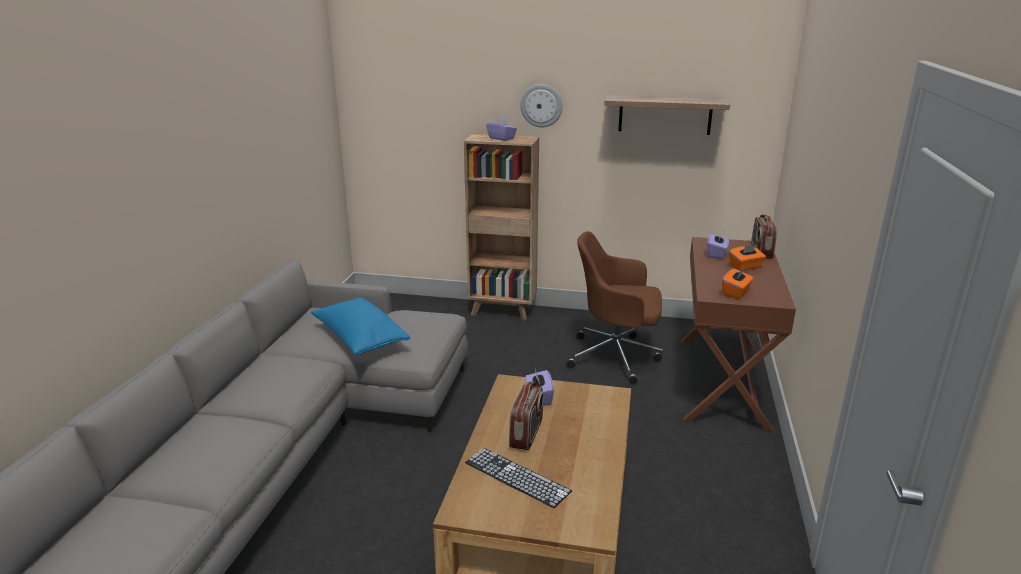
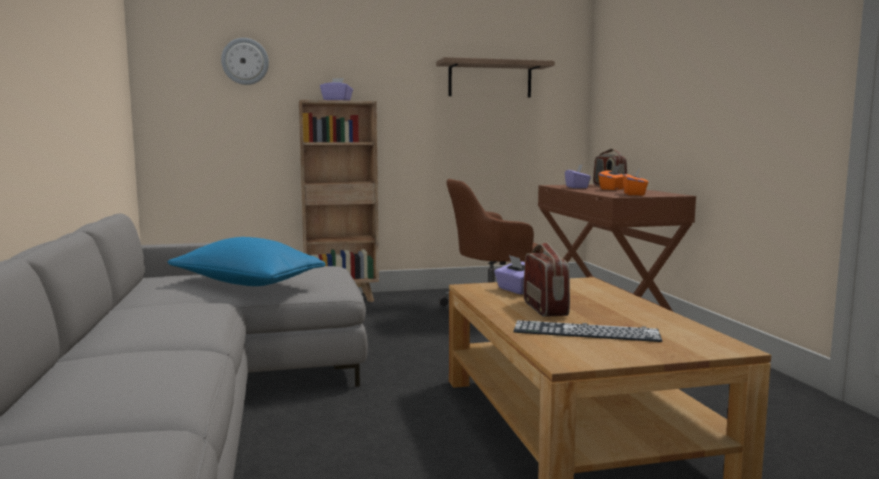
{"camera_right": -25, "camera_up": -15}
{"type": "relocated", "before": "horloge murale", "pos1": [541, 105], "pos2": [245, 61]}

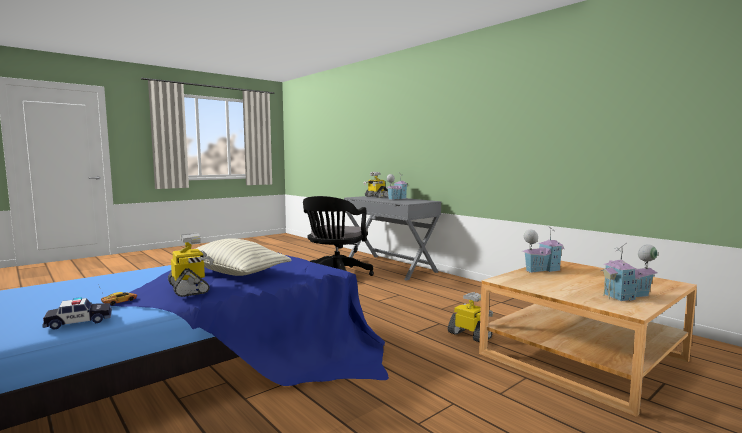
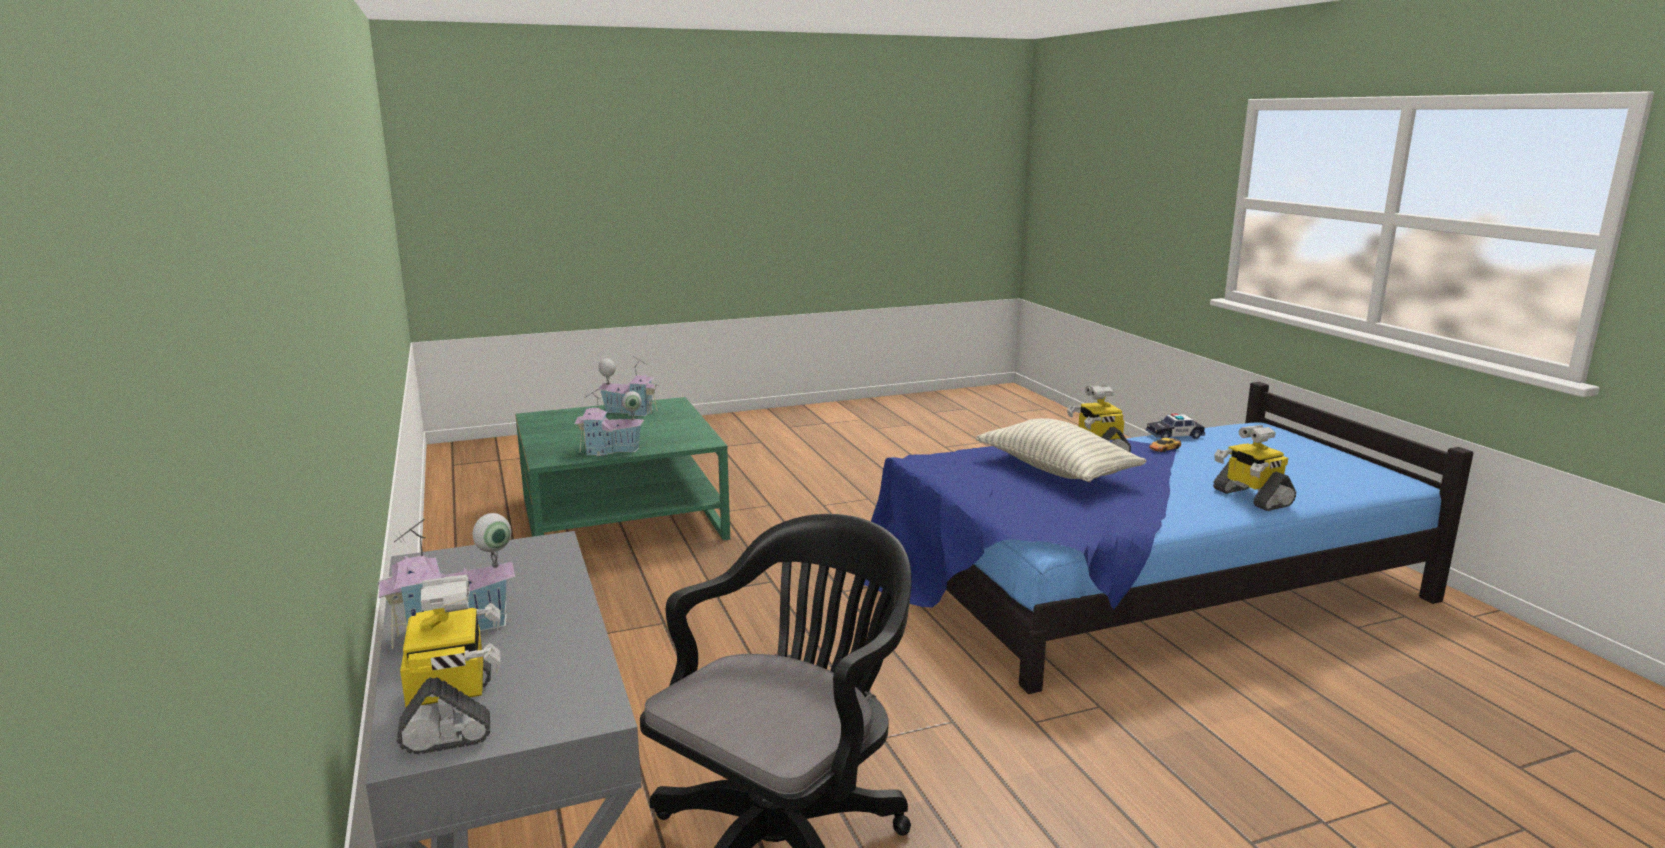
{"camera_right": -160, "camera_up": 10}
{"type": "relocated", "before": "robot jouet", "pos1": [470, 335], "pos2": [1250, 497]}
{"type": "colour", "before": "table basse (beige)", "after": "table basse (vert)", "pos1": [582, 357], "pos2": [622, 518]}

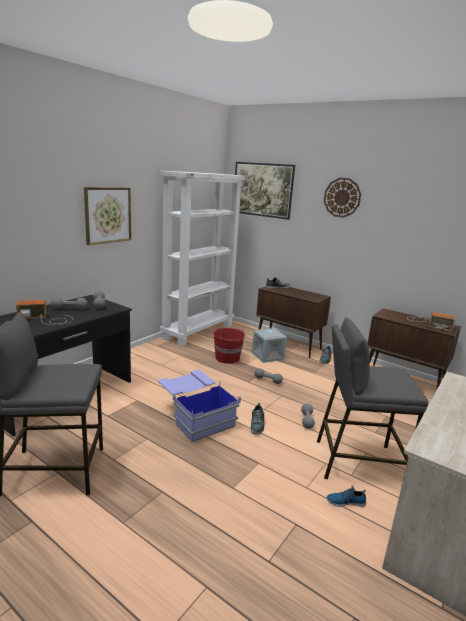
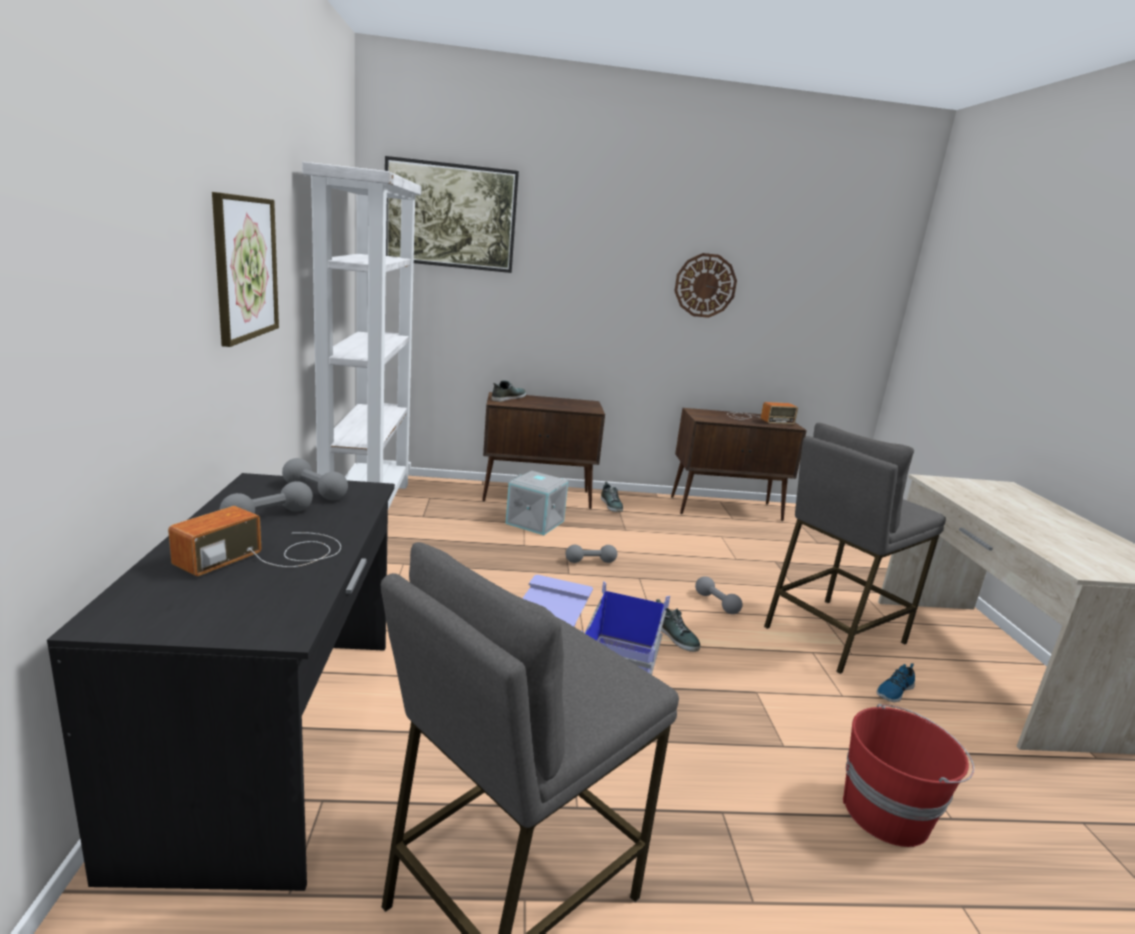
{"camera_right": -40, "camera_up": 0}
{"type": "relocated", "before": "seau (rouge)", "pos1": [228, 358], "pos2": [887, 812]}
{"type": "relocated", "before": "horloge murale", "pos1": [342, 197], "pos2": [705, 285]}

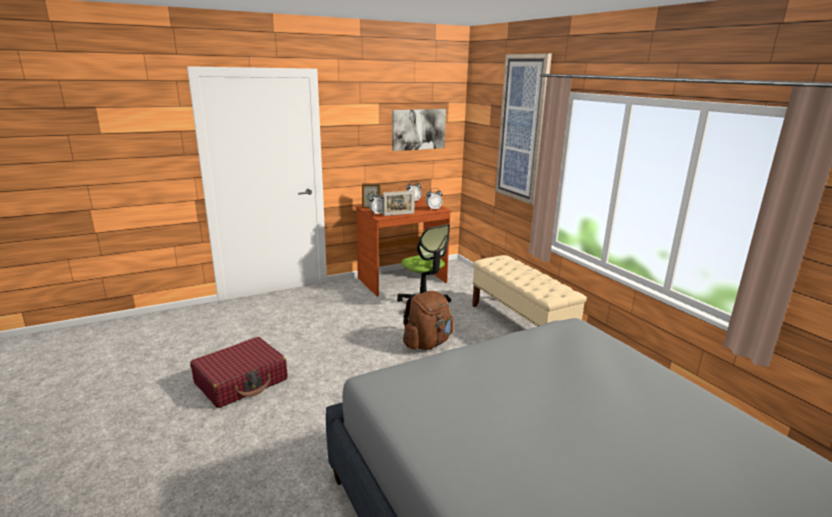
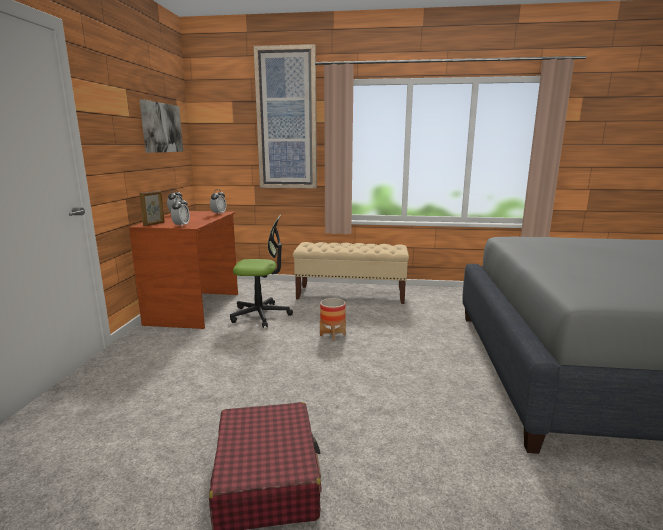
{"camera_right": -55, "camera_up": -5}
{"type": "missing", "before": "cadre photo", "pos1": [399, 214]}
{"type": "exchanged", "before": "sac à dos (marron)", "after": "cache-pot", "pos1": [427, 343], "pos2": [332, 335]}

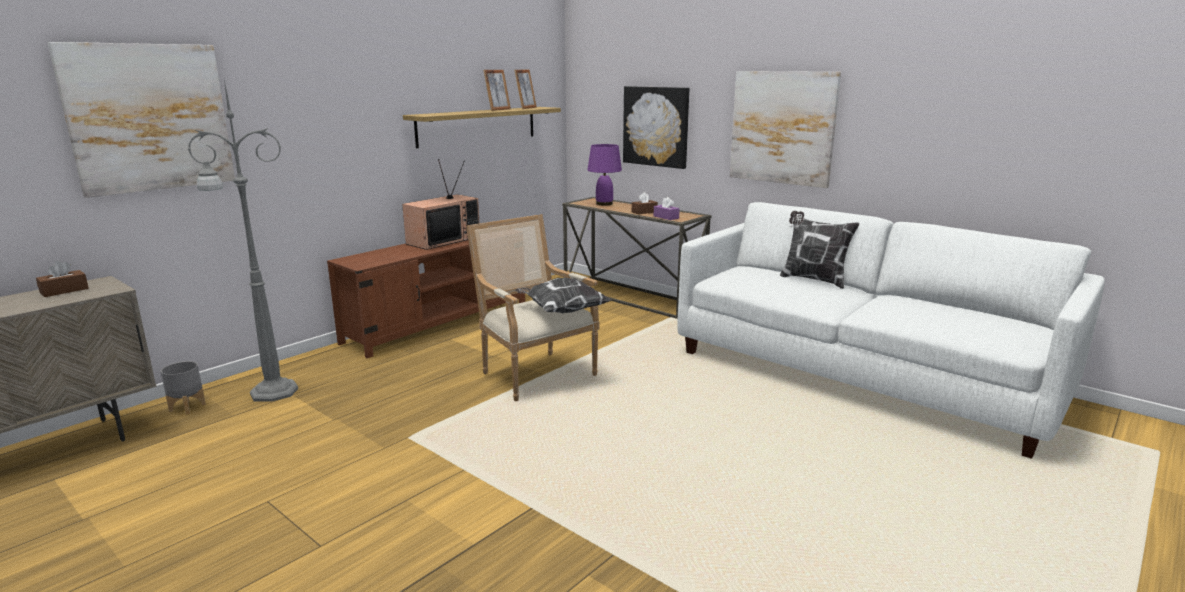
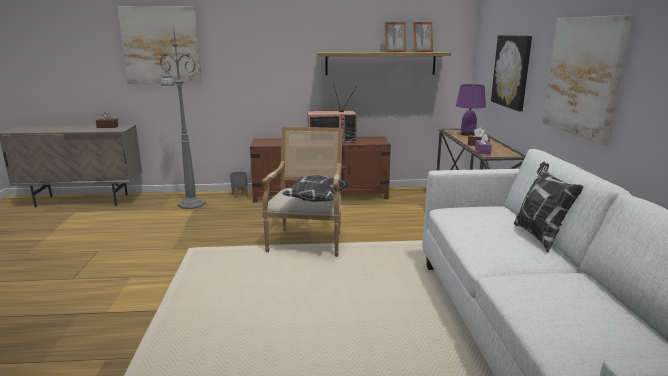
{"camera_right": 45, "camera_up": 0}
{"type": "relocated", "before": "cache-pot (gris)", "pos1": [187, 407], "pos2": [239, 195]}

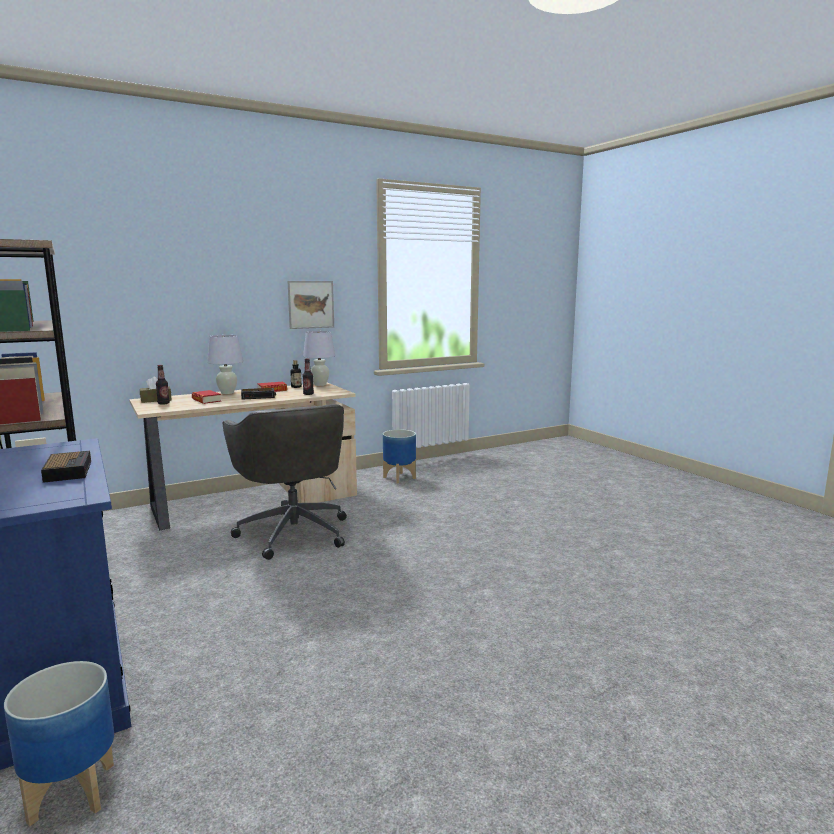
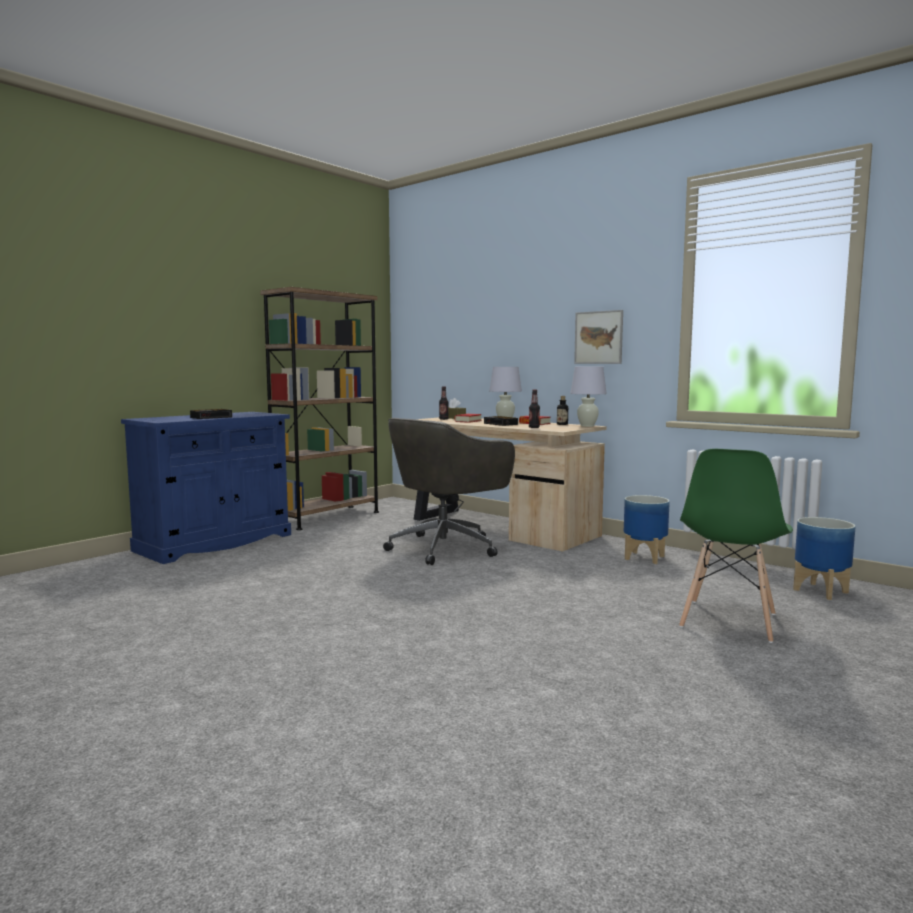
{"camera_right": 70, "camera_up": -5}
{"type": "appeared", "after": "chaise (vert)", "pos2": [728, 621]}
{"type": "relocated", "before": "cache-pot", "pos1": [70, 793], "pos2": [819, 591]}

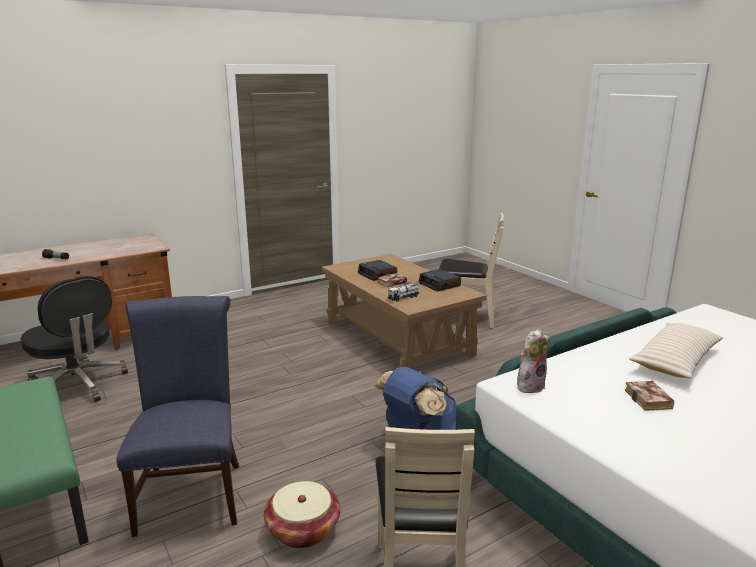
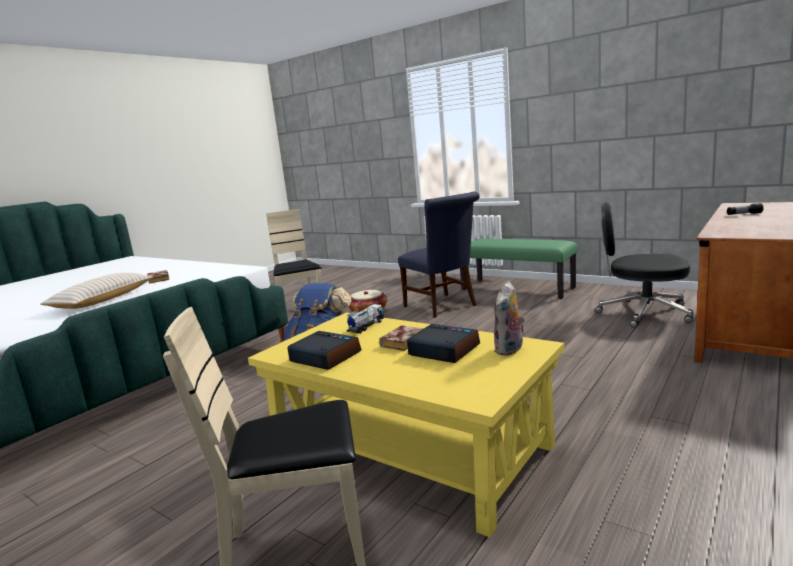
{"camera_right": 160, "camera_up": -5}
{"type": "relocated", "before": "peluche", "pos1": [530, 385], "pos2": [510, 350]}
{"type": "colour", "before": "table basse (marron)", "after": "table basse (jaune)", "pos1": [398, 338], "pos2": [408, 449]}

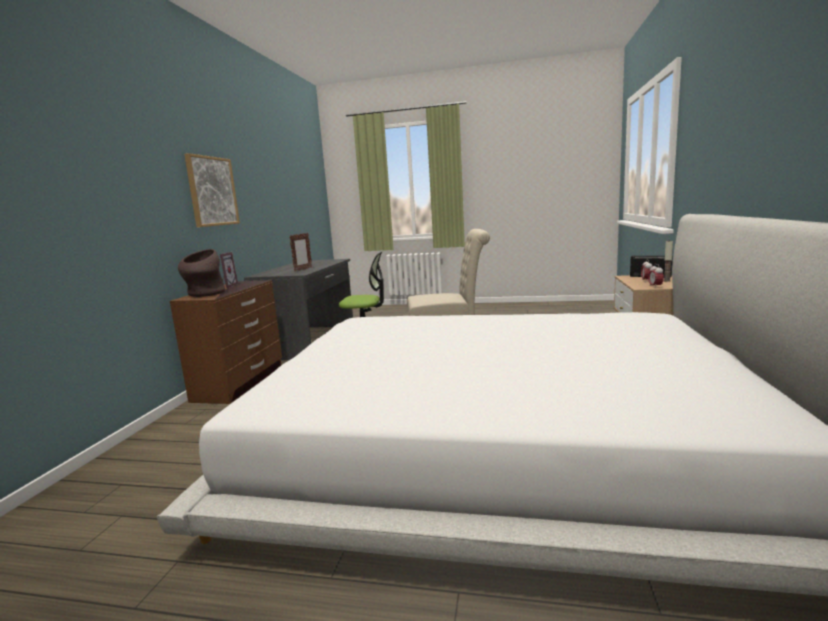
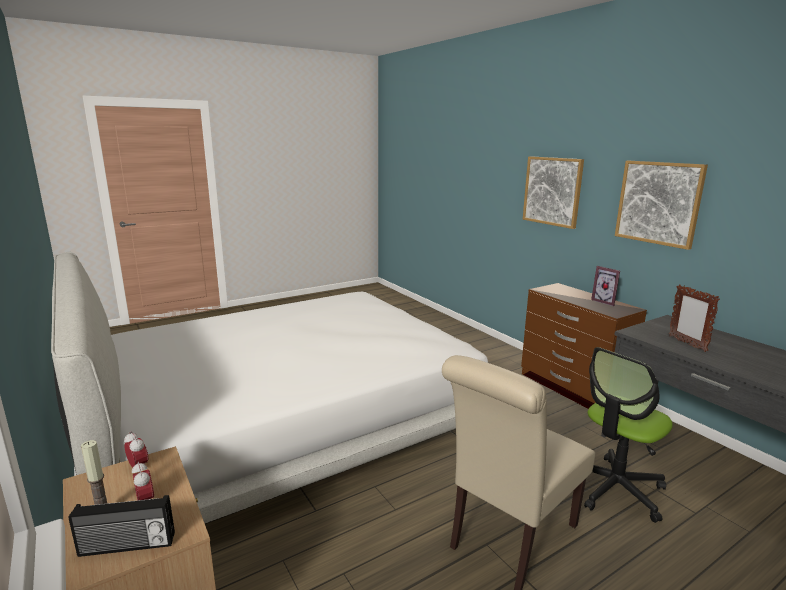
{"camera_right": 135, "camera_up": 5}
{"type": "missing", "before": "vase (marron)", "pos1": [204, 294]}
{"type": "appeared", "after": "tableau", "pos2": [552, 191]}

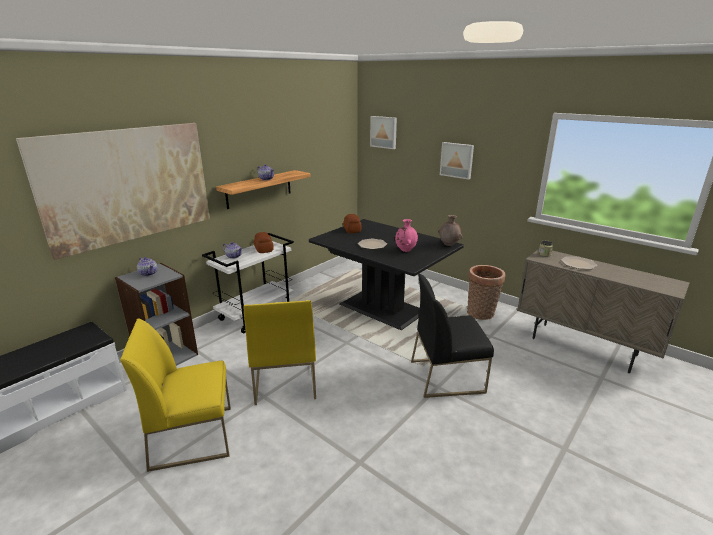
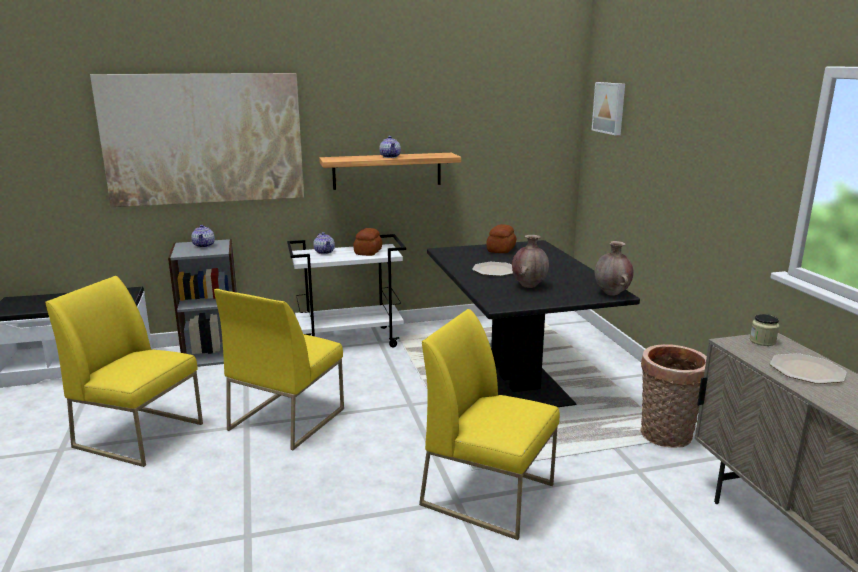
{"camera_right": 35, "camera_up": -5}
{"type": "missing", "before": "tableau", "pos1": [457, 160]}
{"type": "colour", "before": "vase (rose)", "after": "vase (marron)", "pos1": [405, 250], "pos2": [529, 286]}
{"type": "colour", "before": "chaise (noir)", "after": "chaise (jaune)", "pos1": [447, 376], "pos2": [489, 494]}

